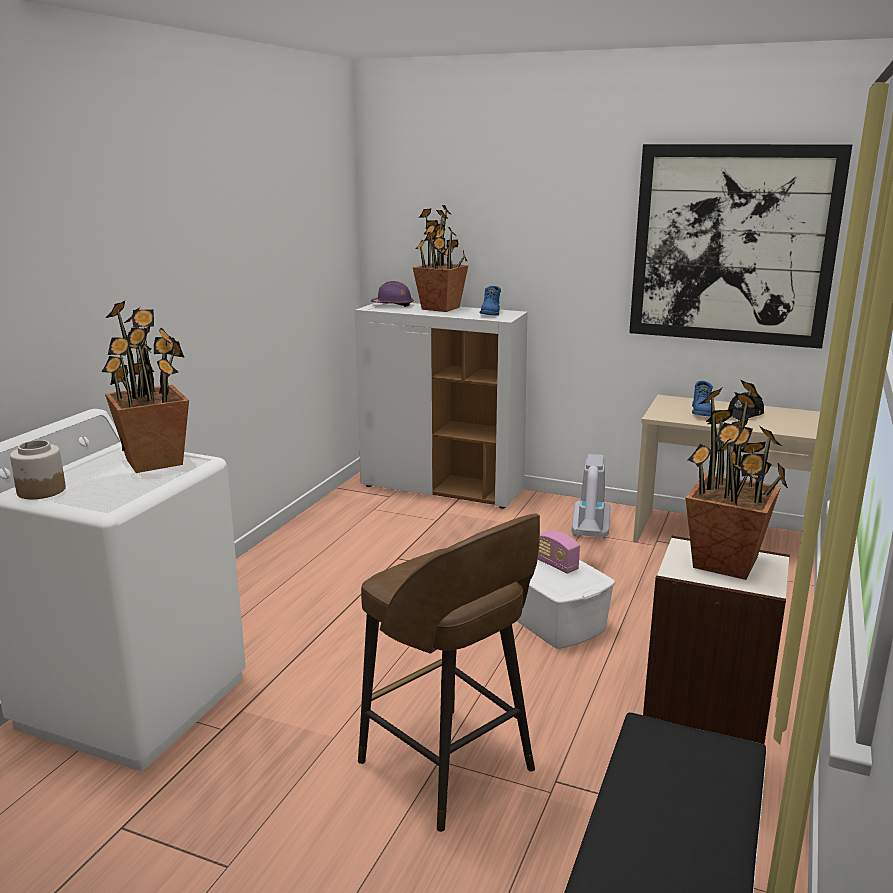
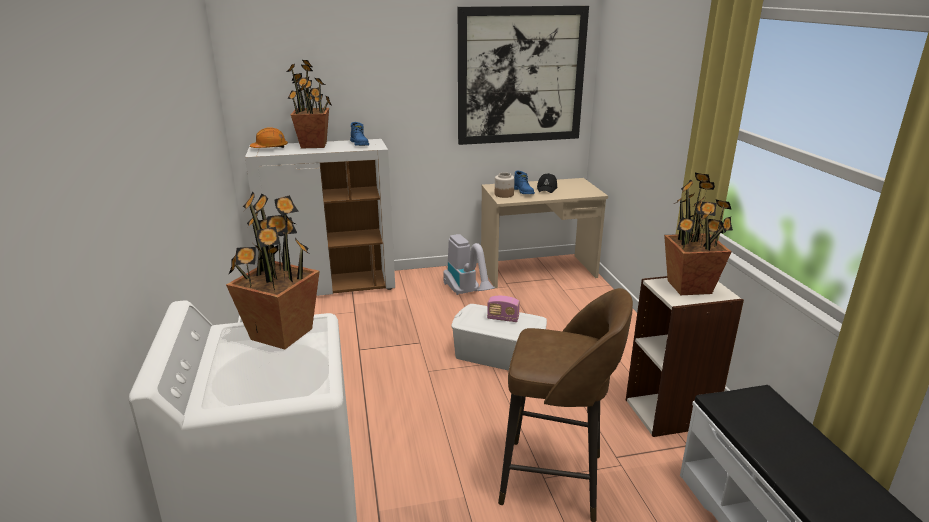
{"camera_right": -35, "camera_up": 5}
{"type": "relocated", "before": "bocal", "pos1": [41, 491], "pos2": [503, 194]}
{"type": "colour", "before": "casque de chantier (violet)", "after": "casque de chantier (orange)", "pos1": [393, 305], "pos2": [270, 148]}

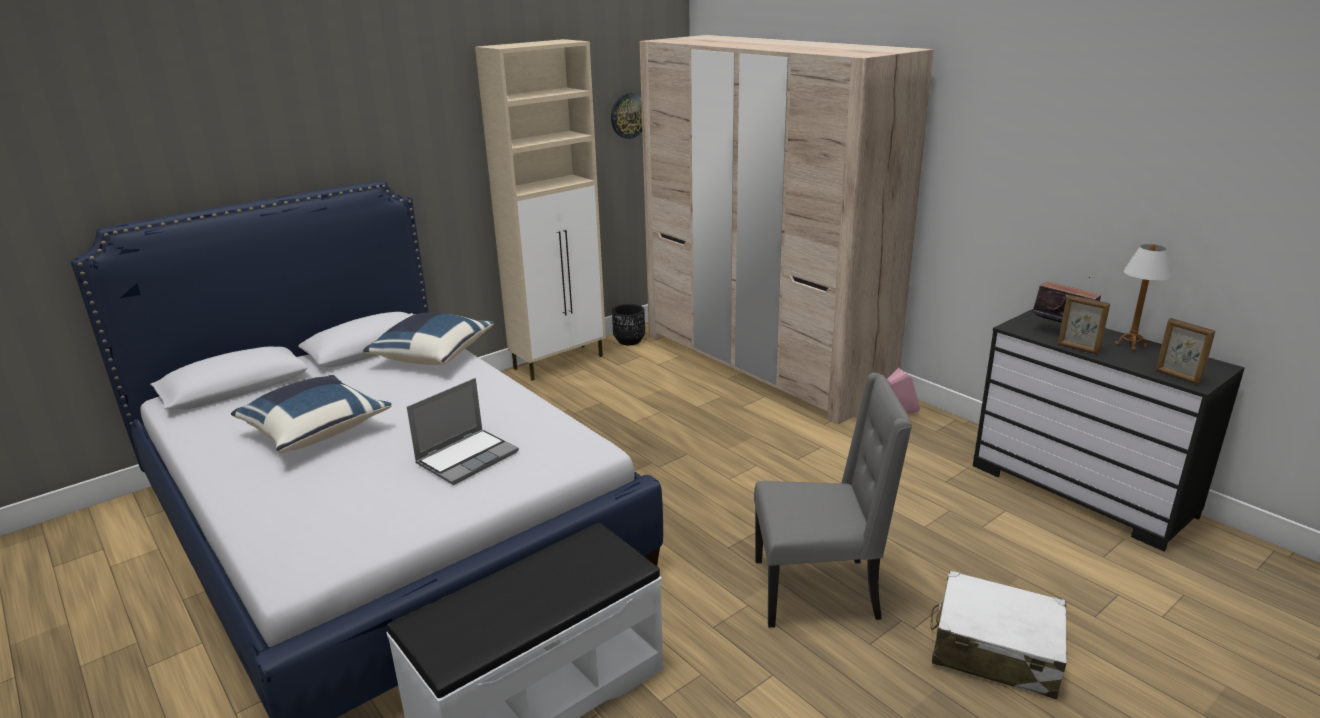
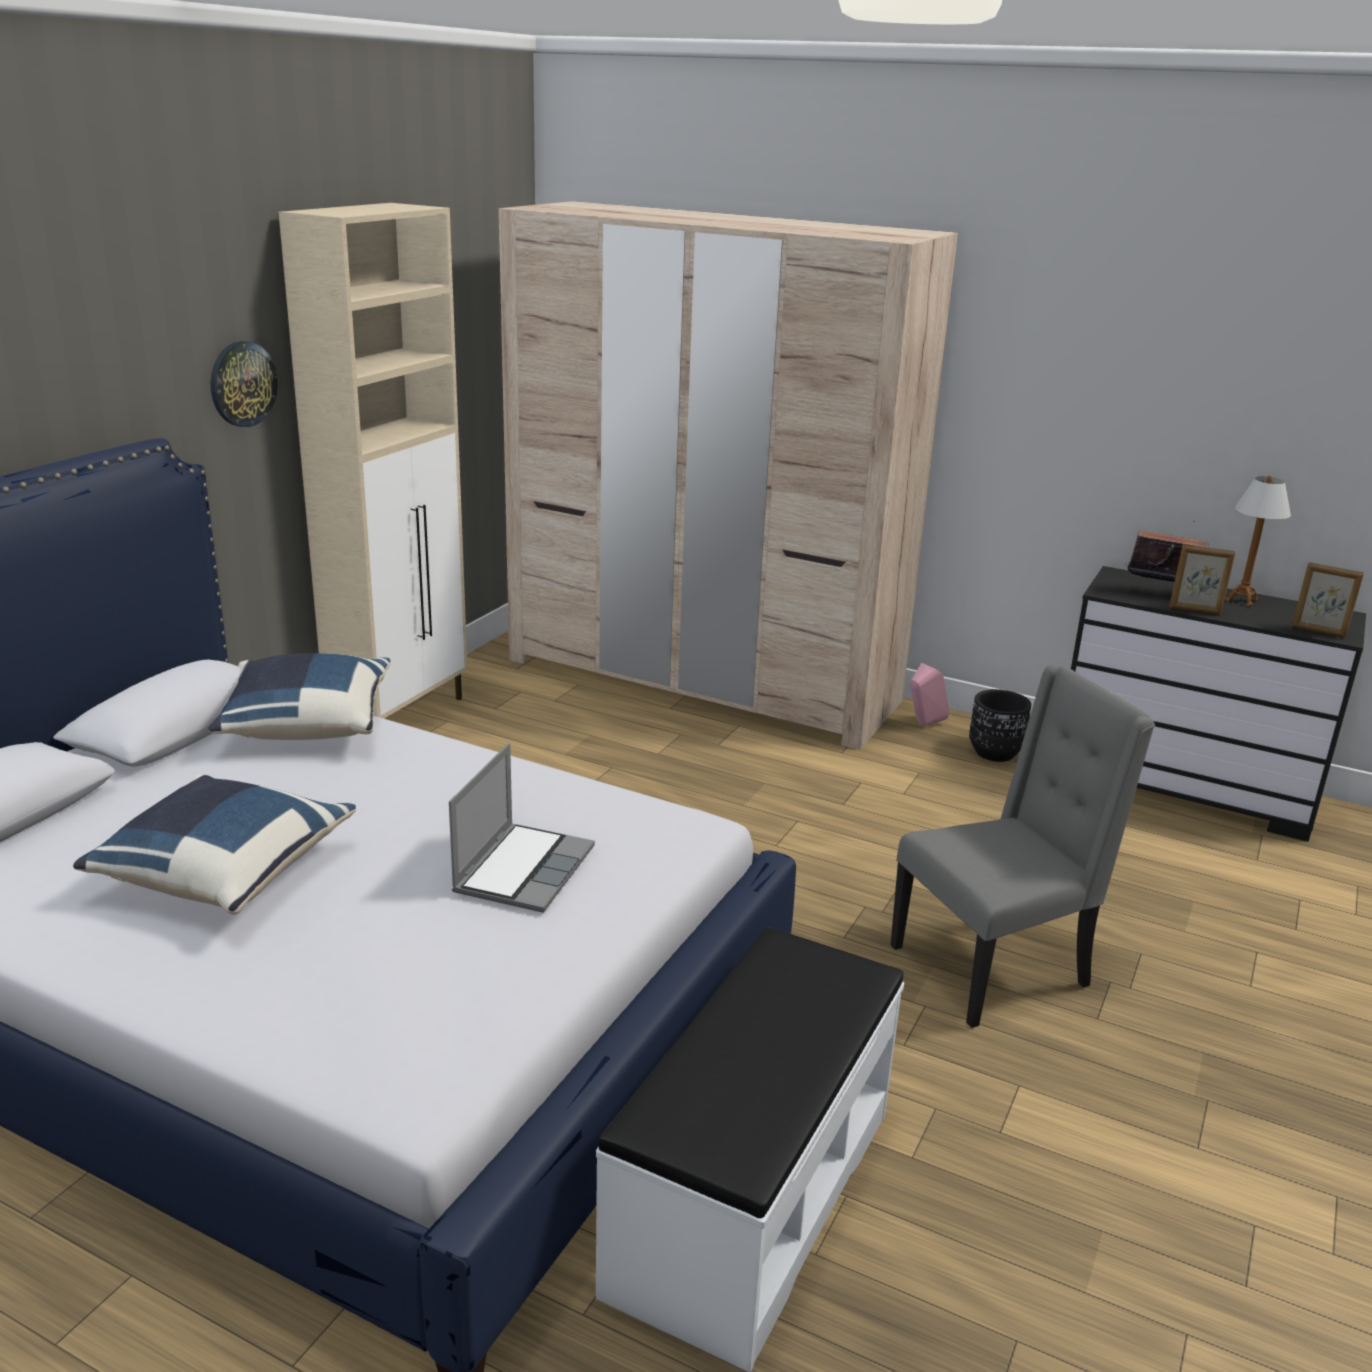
{"camera_right": -25, "camera_up": 0}
{"type": "missing", "before": "valise (blanc)", "pos1": [995, 650]}
{"type": "relocated", "before": "horloge murale", "pos1": [628, 115], "pos2": [242, 384]}
{"type": "relocated", "before": "cache-pot (noir)", "pos1": [629, 341], "pos2": [995, 753]}

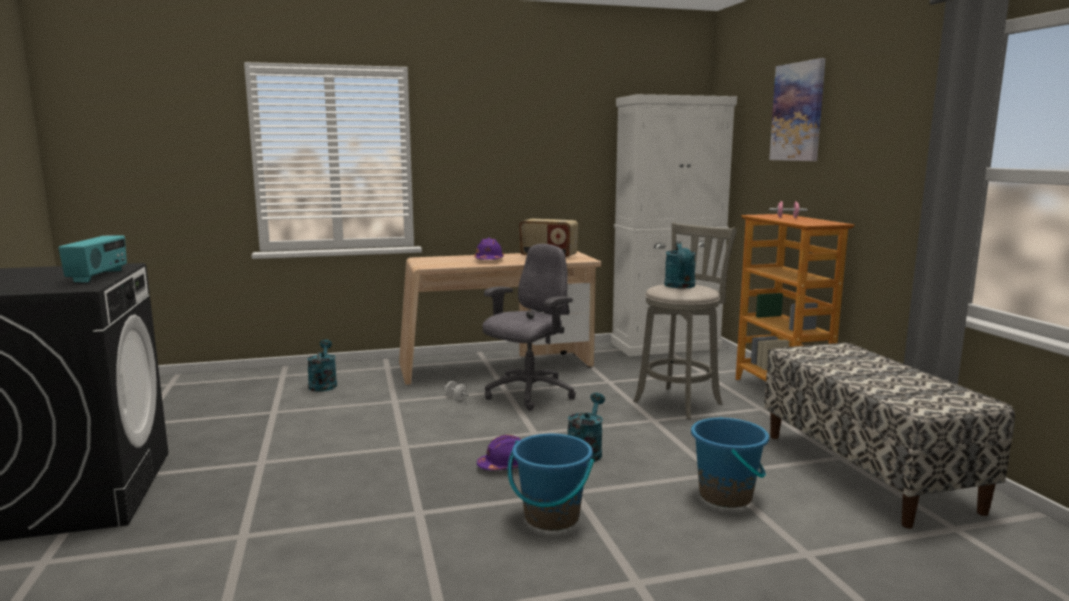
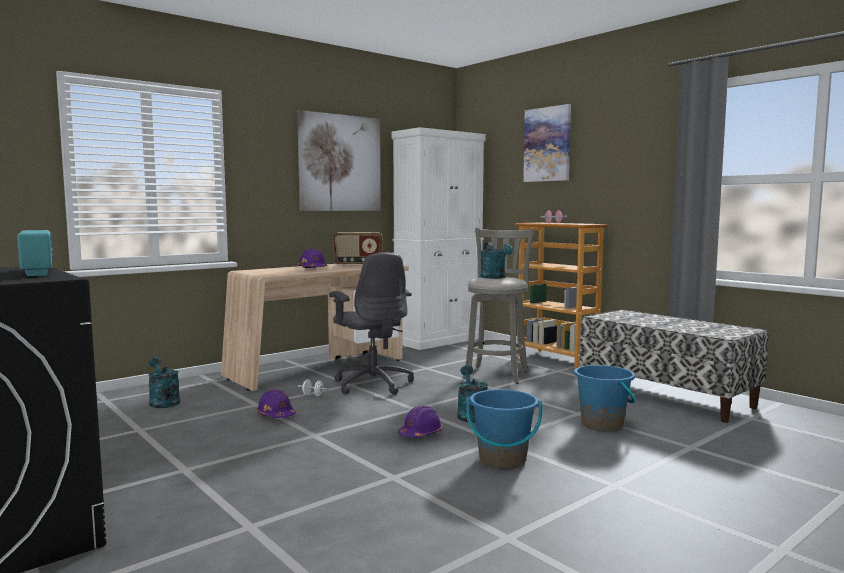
{"camera_right": -25, "camera_up": -5}
{"type": "appeared", "after": "casque de chantier (violet)", "pos2": [276, 415]}
{"type": "appeared", "after": "tableau", "pos2": [340, 163]}
{"type": "spun", "before": "chaise de bureau (gris)", "pos1": [528, 394], "pos2": [373, 384], "turn": 135}

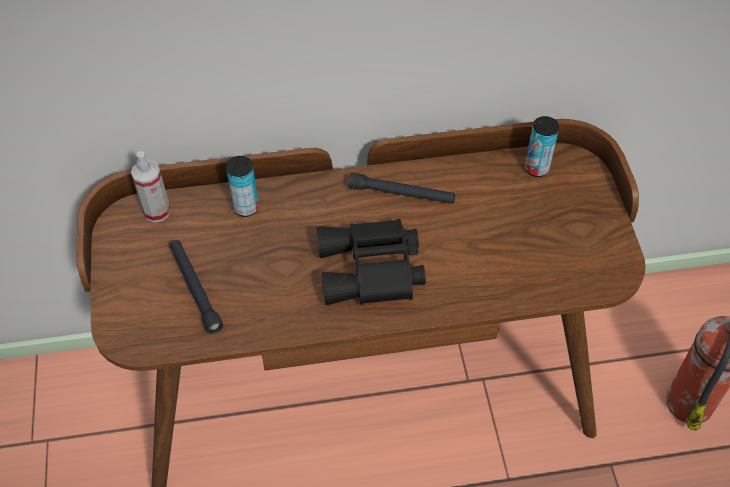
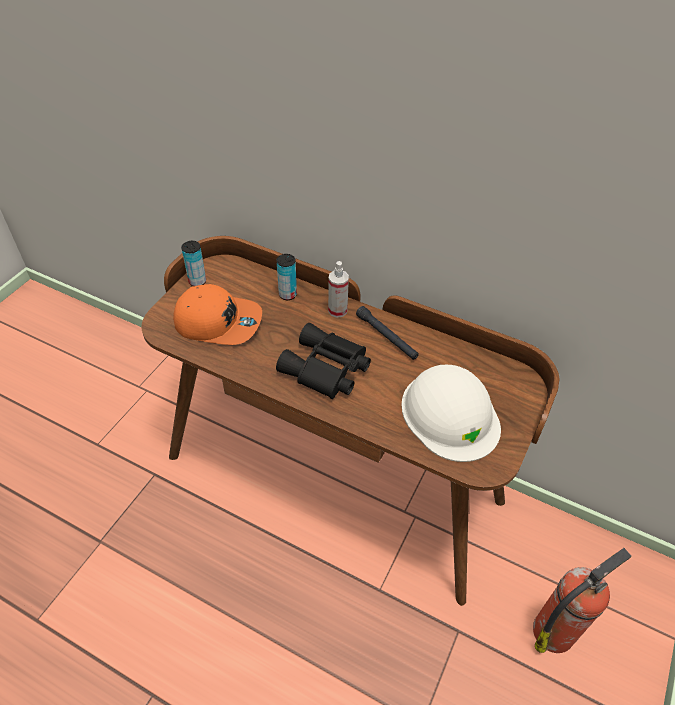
{"camera_right": 35, "camera_up": -5}
{"type": "appeared", "after": "casque de chantier (blanc)", "pos2": [450, 414]}
{"type": "relocated", "before": "vaporisateur", "pos1": [157, 211], "pos2": [337, 310]}
{"type": "relocated", "before": "boîte métallique", "pos1": [536, 168], "pos2": [197, 281]}
{"type": "exchanged", "before": "lampe de poche (noir)", "after": "casquette (orange)", "pos1": [195, 289], "pos2": [218, 322]}

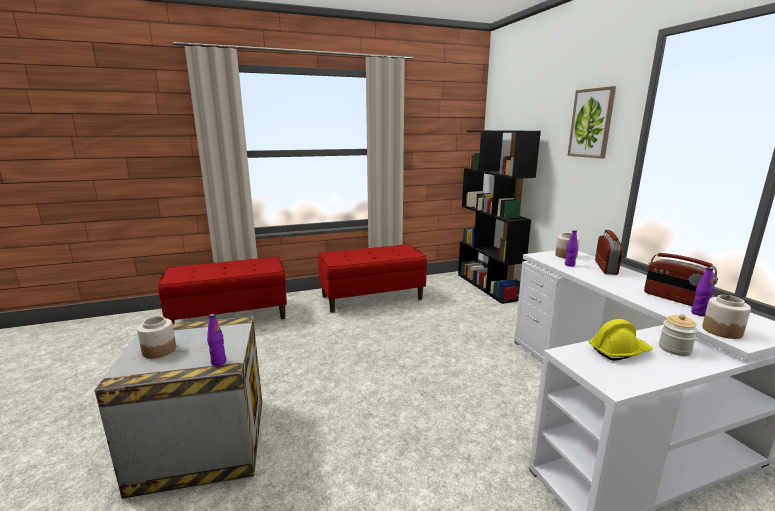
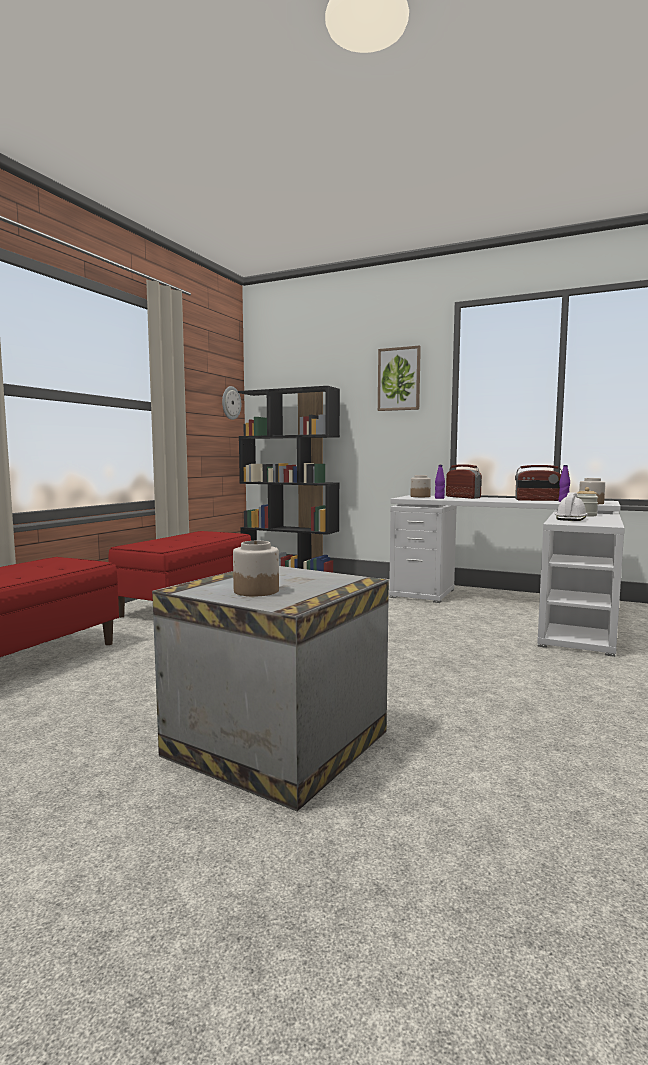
{"camera_right": -45, "camera_up": -10}
{"type": "missing", "before": "bouteille (violet)", "pos1": [218, 362]}
{"type": "appeared", "after": "horloge murale", "pos2": [230, 403]}
{"type": "colour", "before": "casque de chantier (jaune)", "after": "casque de chantier (blanc)", "pos1": [619, 351], "pos2": [571, 519]}

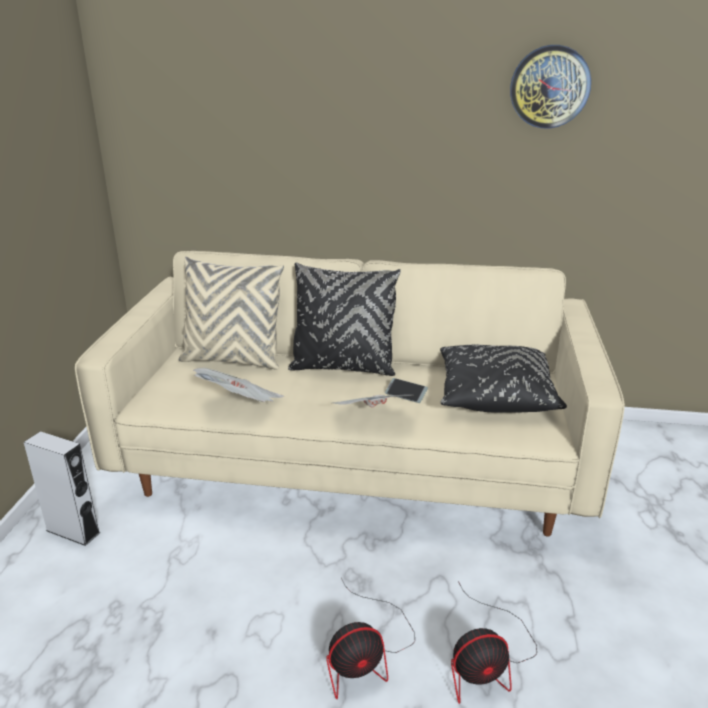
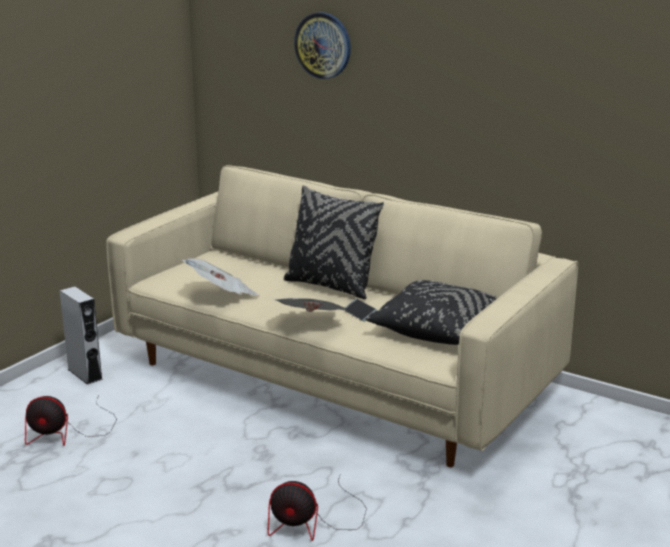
{"camera_right": 25, "camera_up": -5}
{"type": "missing", "before": "coussin (beige)", "pos1": [233, 360]}
{"type": "relocated", "before": "ventilateur", "pos1": [366, 654], "pos2": [68, 432]}
{"type": "relocated", "before": "horloge murale", "pos1": [549, 87], "pos2": [323, 45]}

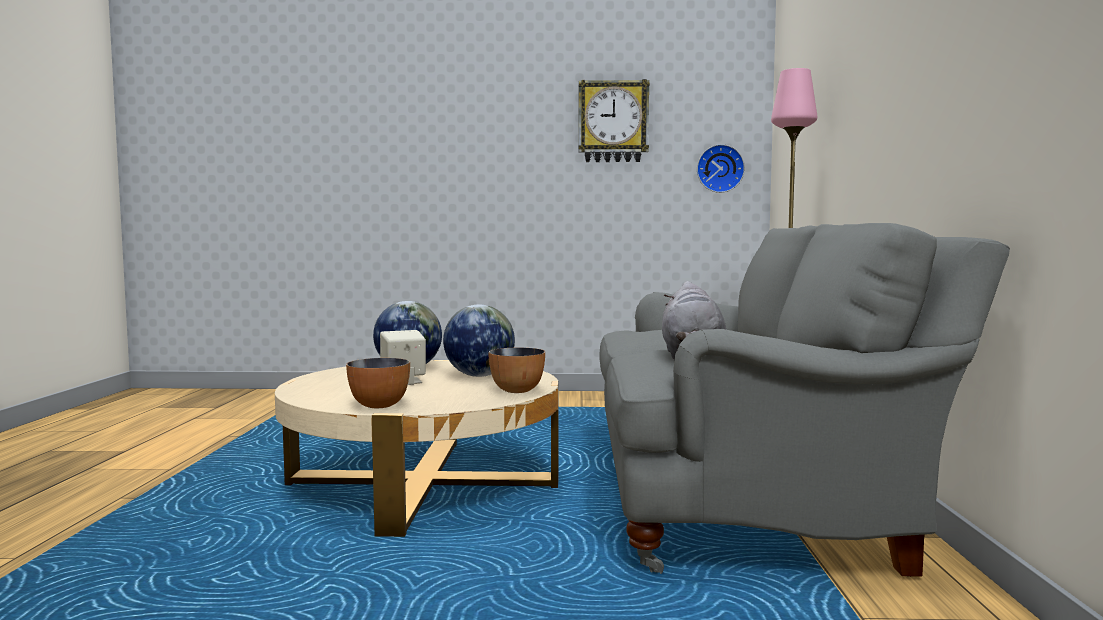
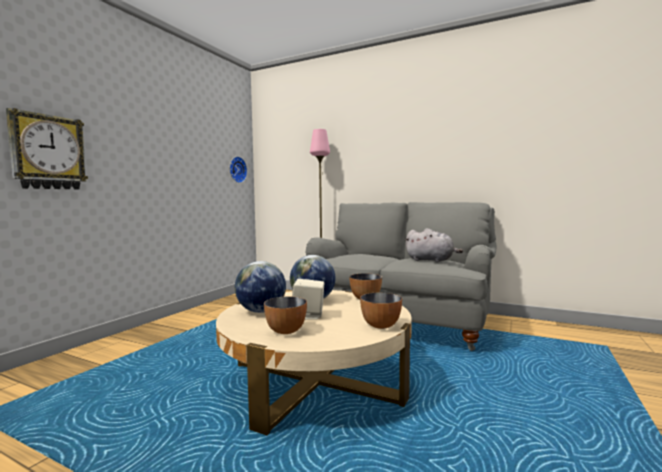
{"camera_right": -65, "camera_up": 0}
{"type": "appeared", "after": "bol", "pos2": [286, 331]}
{"type": "relocated", "before": "horloge murale", "pos1": [613, 122], "pos2": [48, 152]}

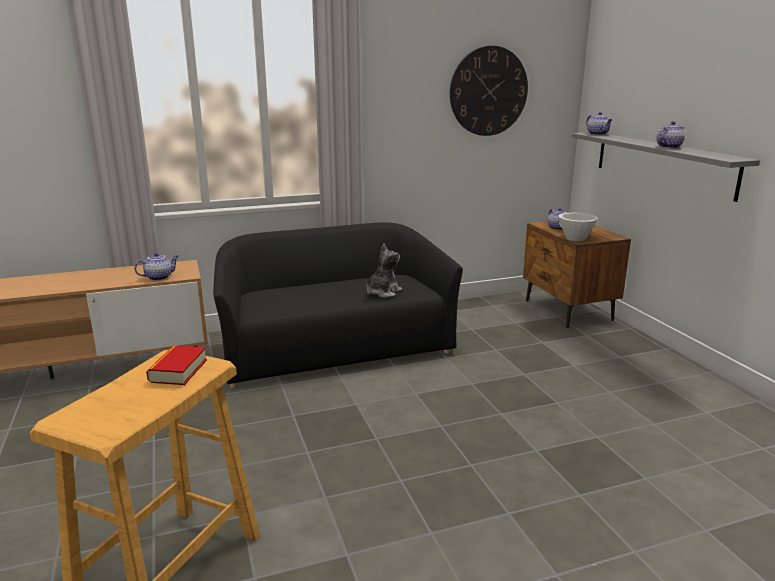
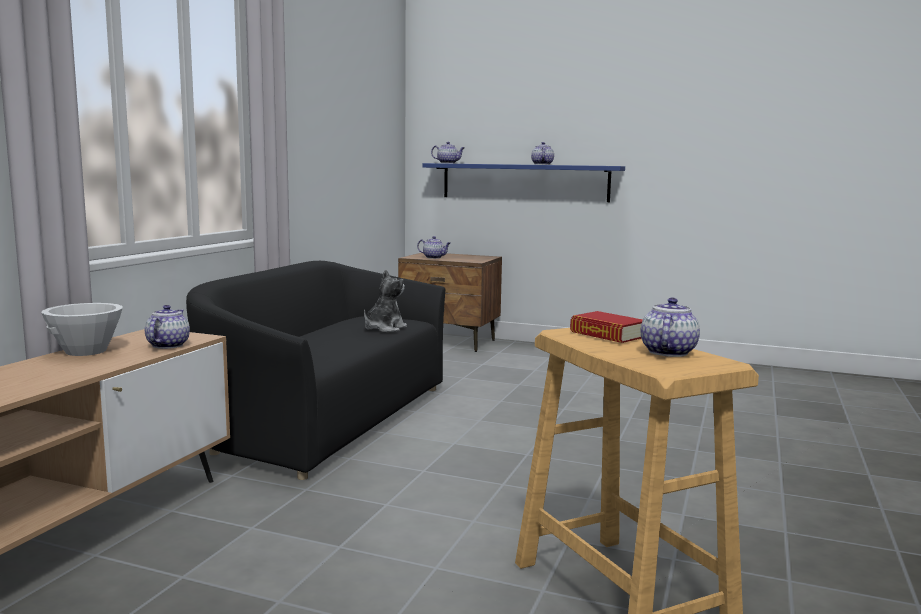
{"camera_right": -50, "camera_up": -10}
{"type": "missing", "before": "horloge murale", "pos1": [488, 91]}
{"type": "appeared", "after": "théière", "pos2": [667, 352]}
{"type": "relocated", "before": "bol (blanc)", "pos1": [575, 238], "pos2": [85, 351]}
{"type": "colour", "before": "étagère (gris)", "after": "étagère (bleu)", "pos1": [662, 163], "pos2": [524, 182]}
{"type": "spun", "before": "peluche", "pos1": [382, 292], "pos2": [384, 328], "turn": 45}

